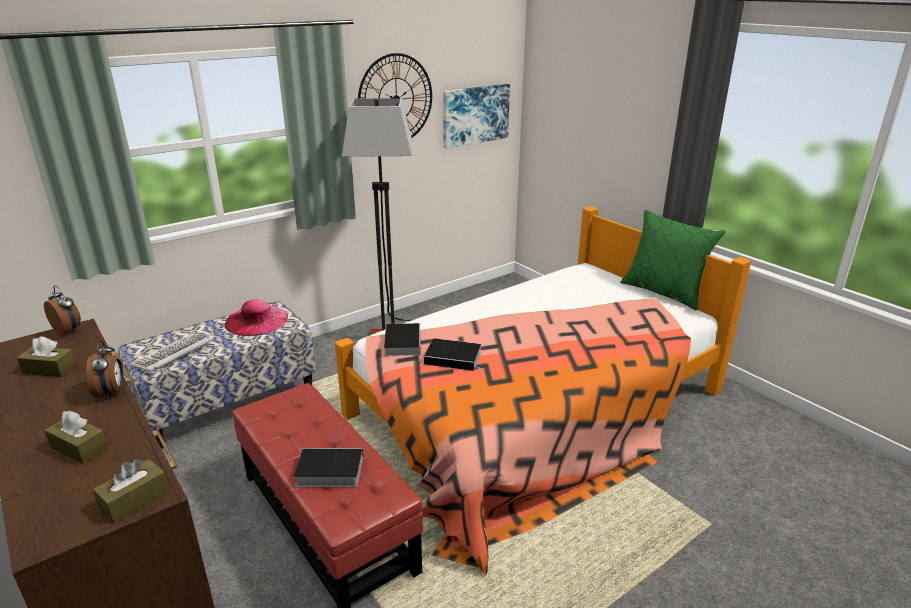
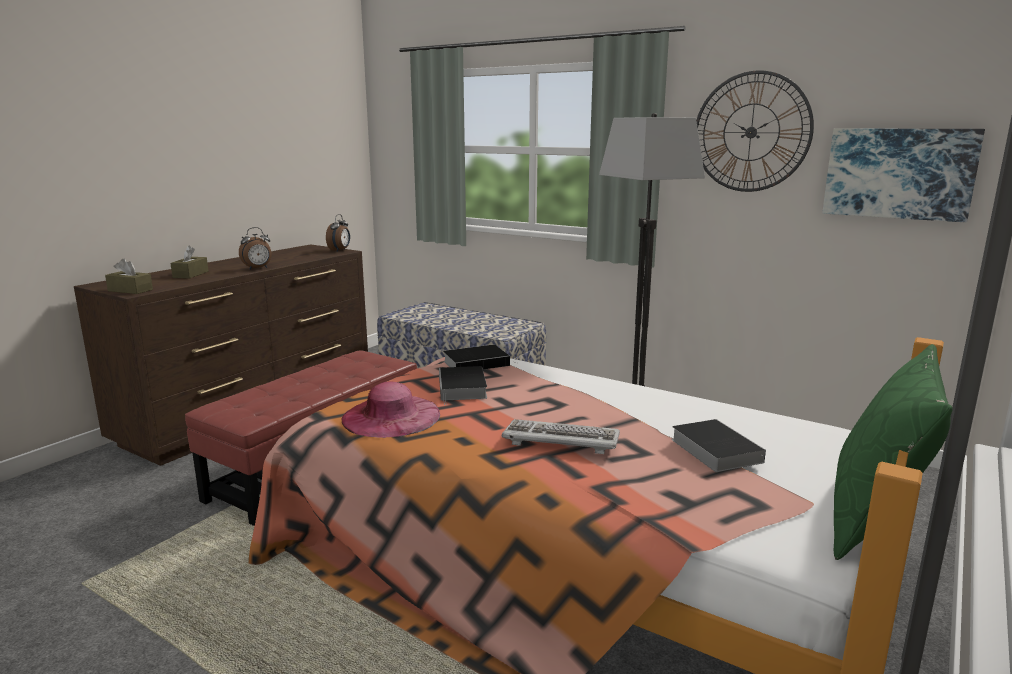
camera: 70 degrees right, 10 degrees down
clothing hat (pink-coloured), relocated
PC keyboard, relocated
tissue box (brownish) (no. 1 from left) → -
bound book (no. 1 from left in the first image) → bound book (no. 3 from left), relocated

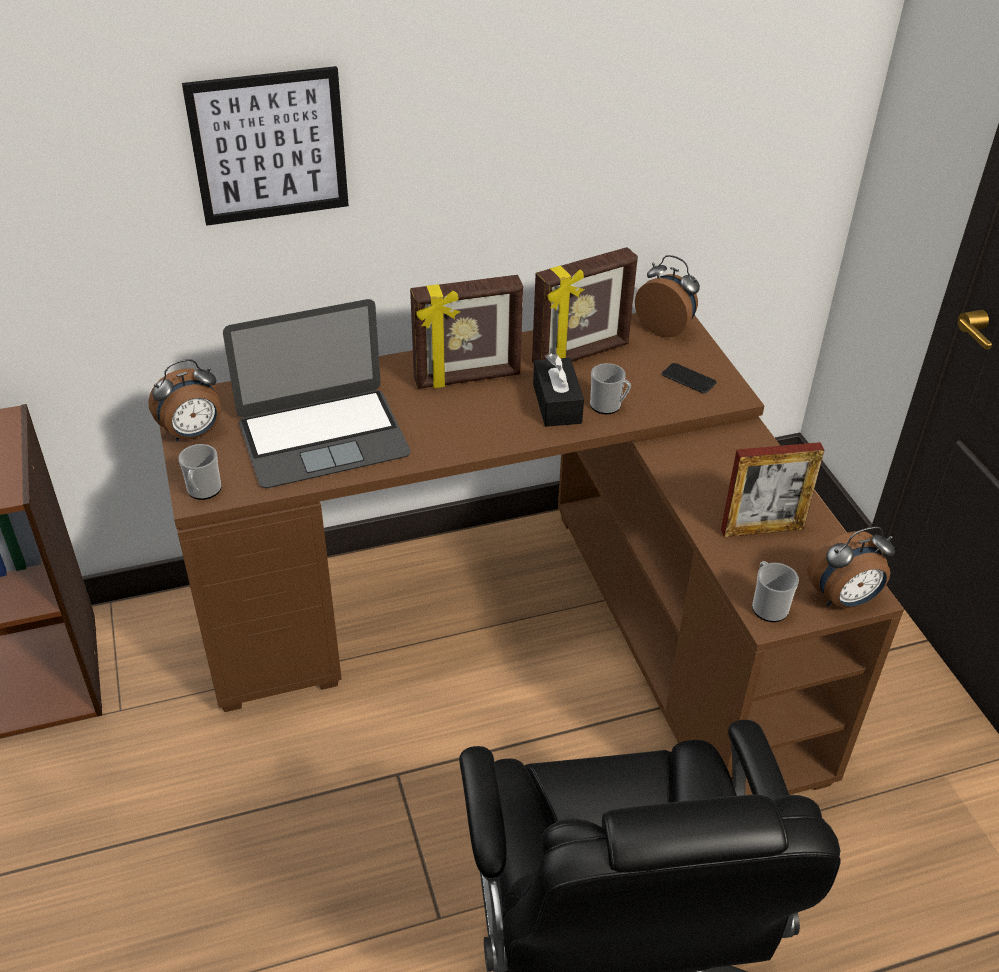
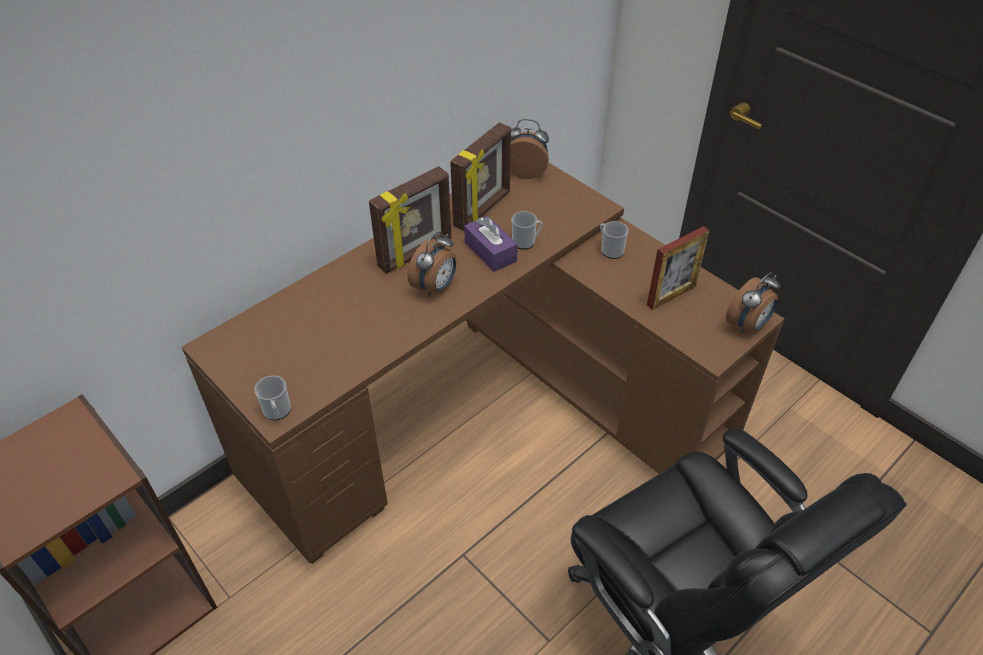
camera: 25 degrees left, 5 degrees up
wall art → -
portable computer → -
tissue box (black-coloured) → tissue box (purple-coloured)
bedside clock (no. 1 from left), relocated
handset → -
coffee mug (no. 3 from left), relocated

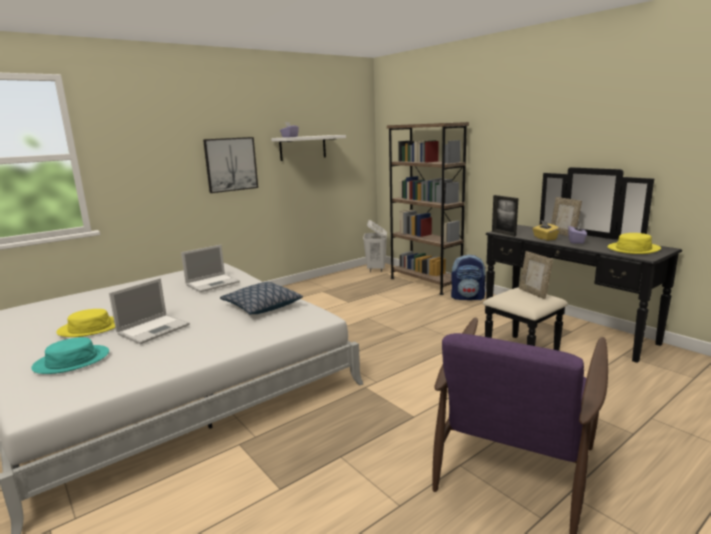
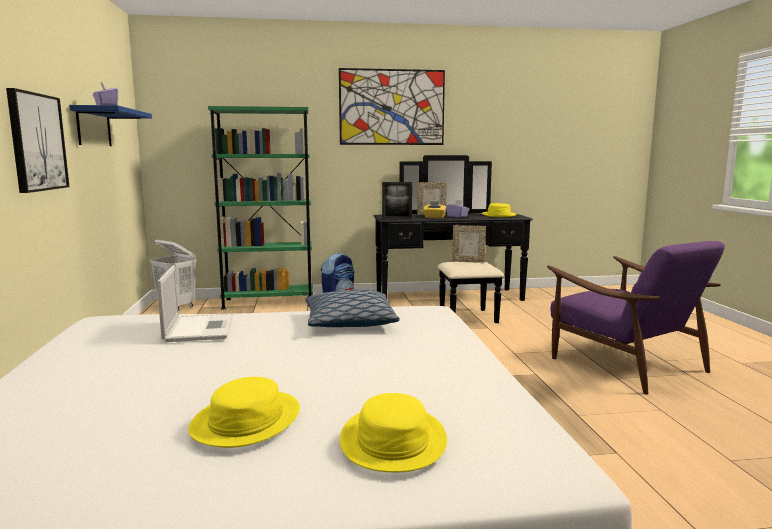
camera: 60 degrees left, 5 degrees down
bookcase (brownish) → bookcase (greenish)
wall shelf (white-coloured) → wall shelf (blue)
portable computer (no. 1 from left) → -
clothing hat (turquoise) → clothing hat (yellow) (no. 2 from left)
- → wall art (no. 2 from left)

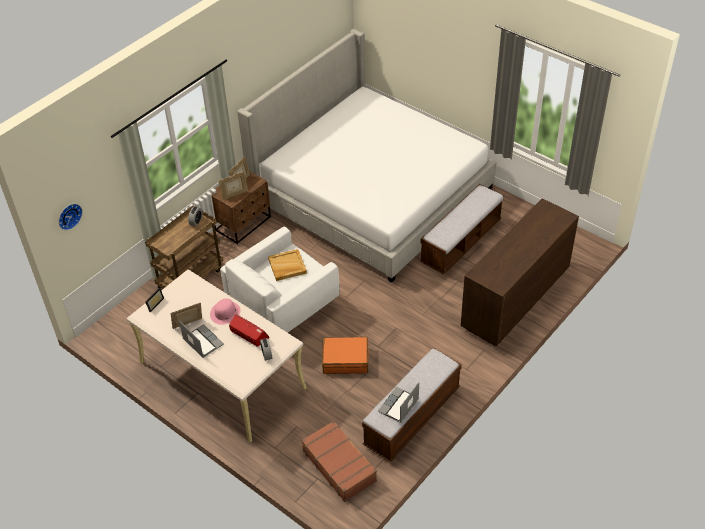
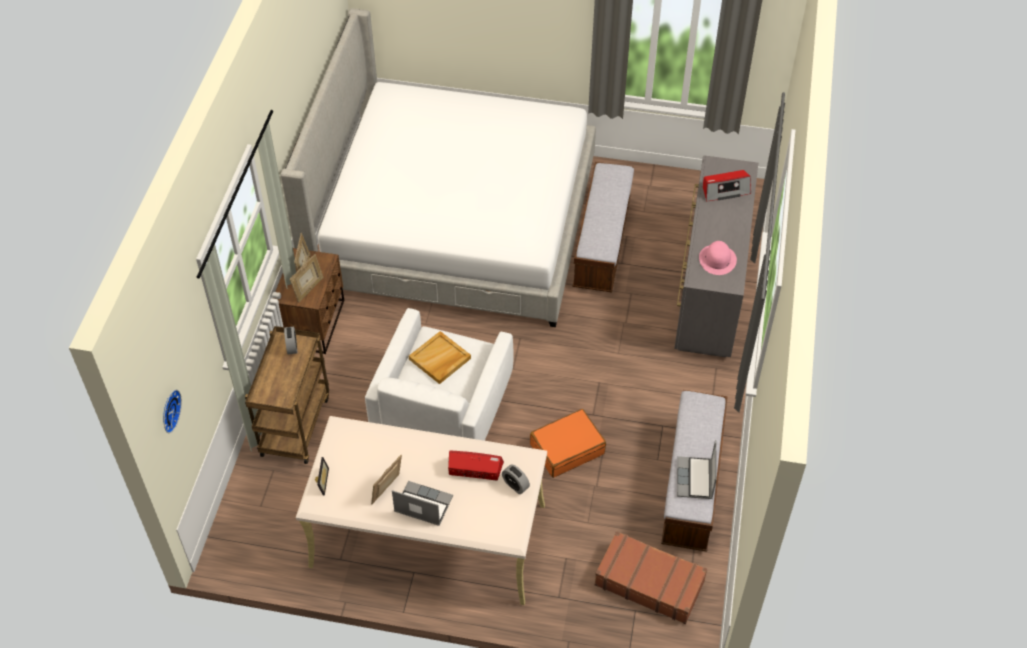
camera: 30 degrees left, 5 degrees up
dresser (brownish) → dresser (greyish)
clothing hat (pink-coloured), relocated
- → radio set (no. 2 from left)

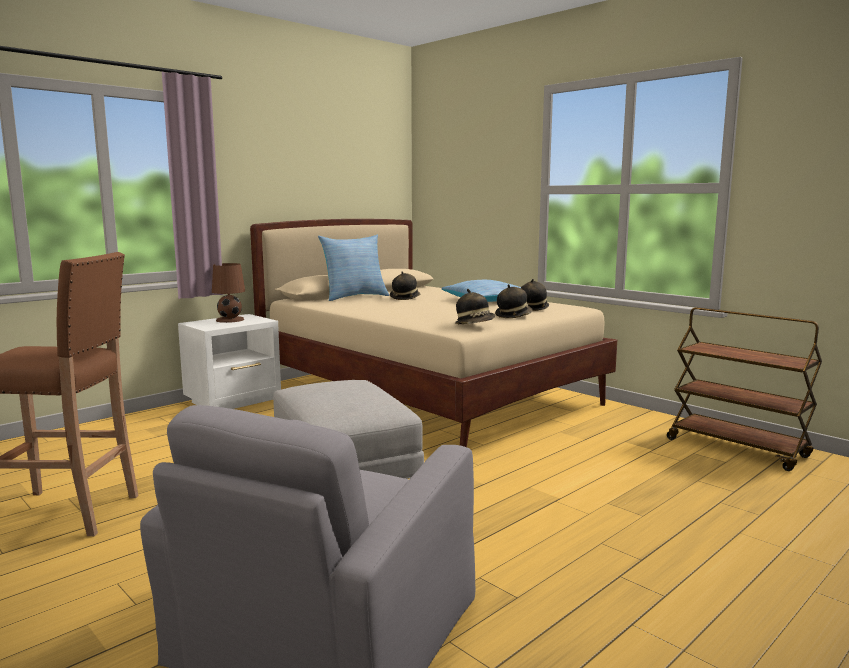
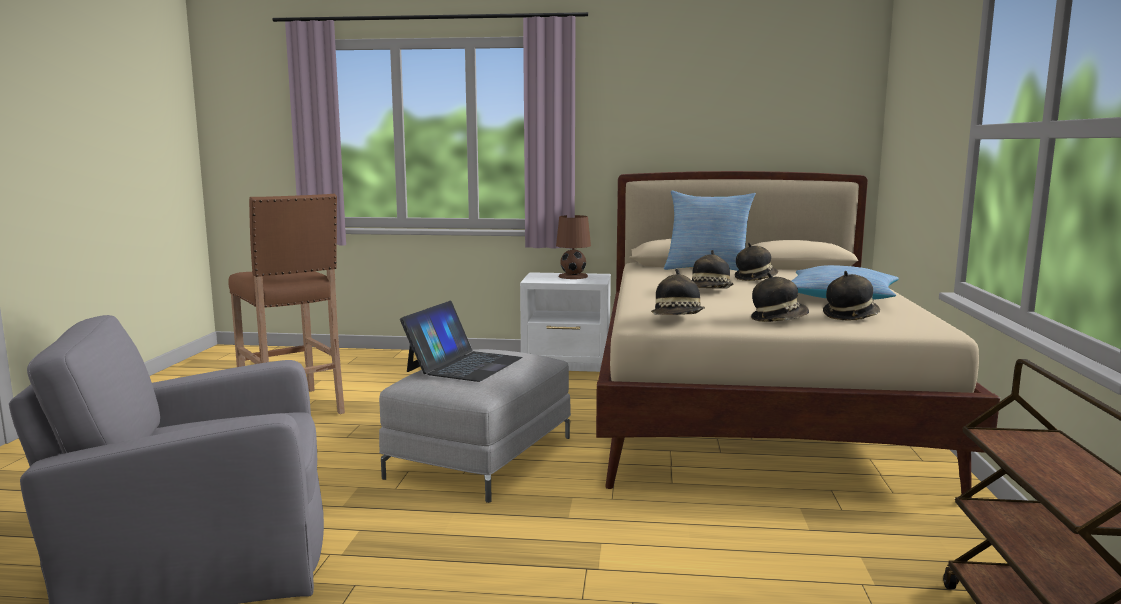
camera: 50 degrees right, 0 degrees up
- → clothing hat (no. 2 from left)
- → portable computer

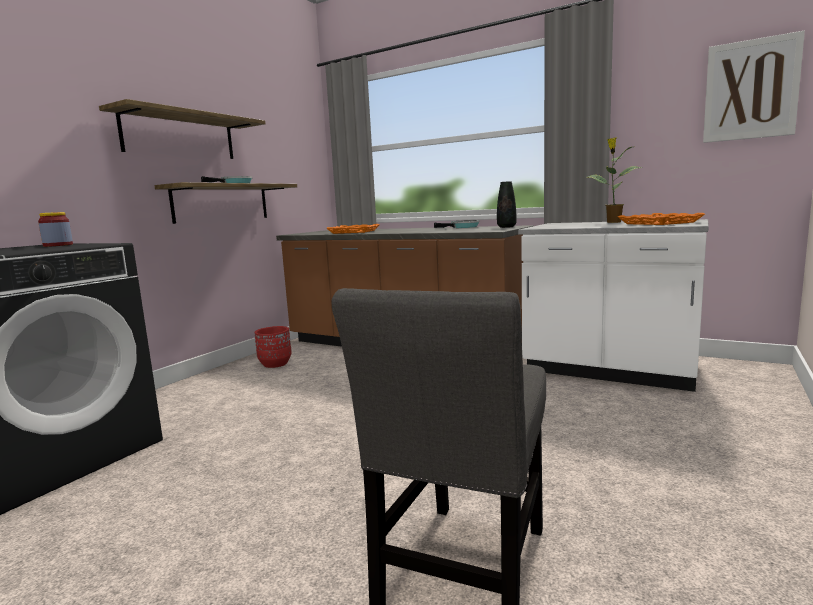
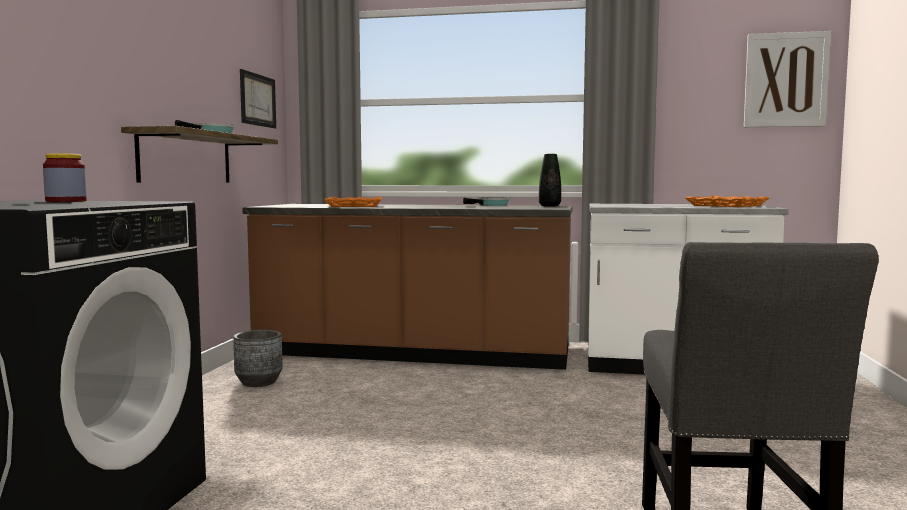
camera: 20 degrees left, 5 degrees down
wall shelf (no. 1 from left) → -
potted plant → -
planter (red) → planter (greyish)
- → wall art (no. 1 from left)

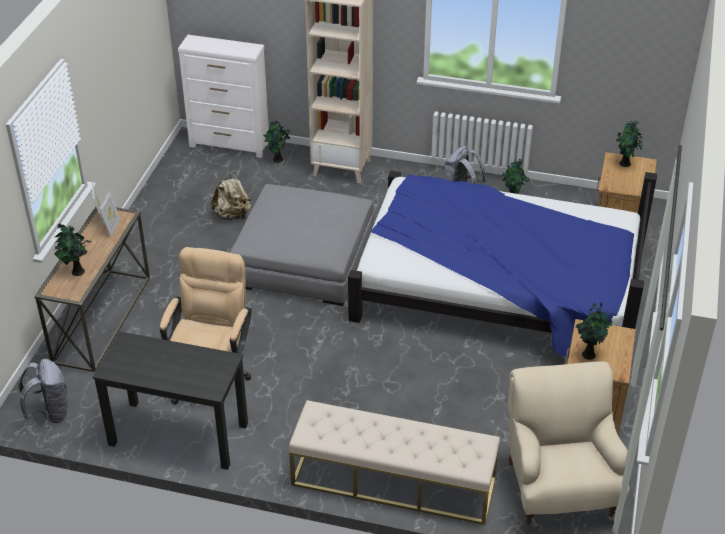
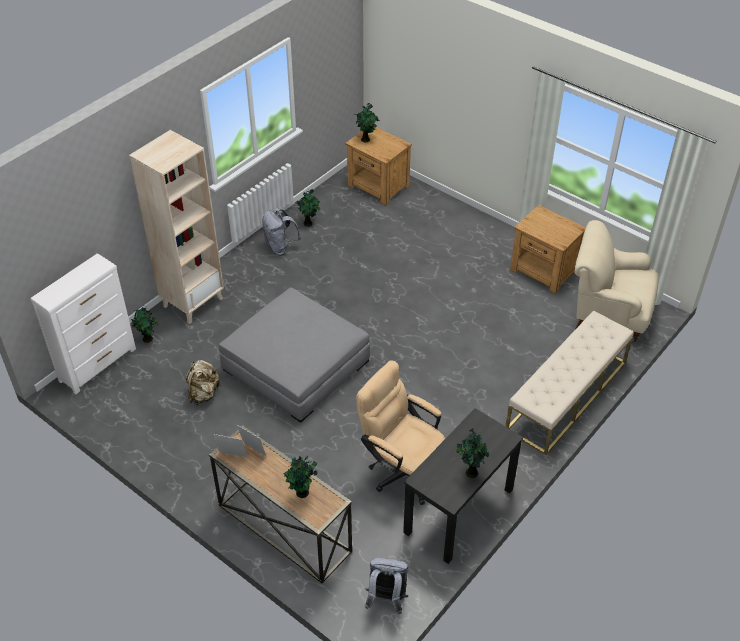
camera: 65 degrees left, 5 degrees up
bed → -
potted plant (no. 4 from left in the first image) → potted plant (no. 5 from left), relocated

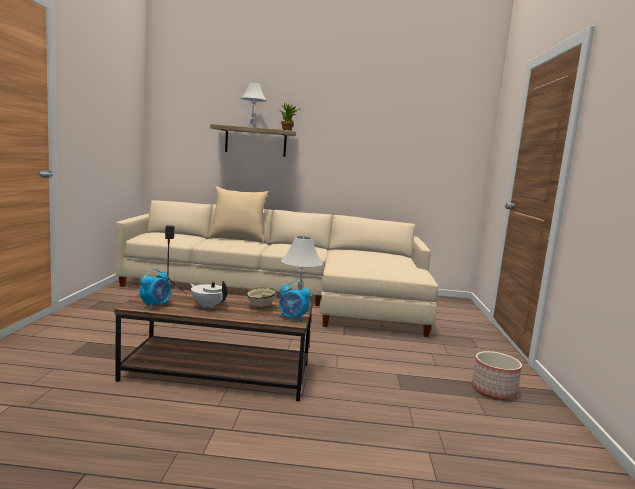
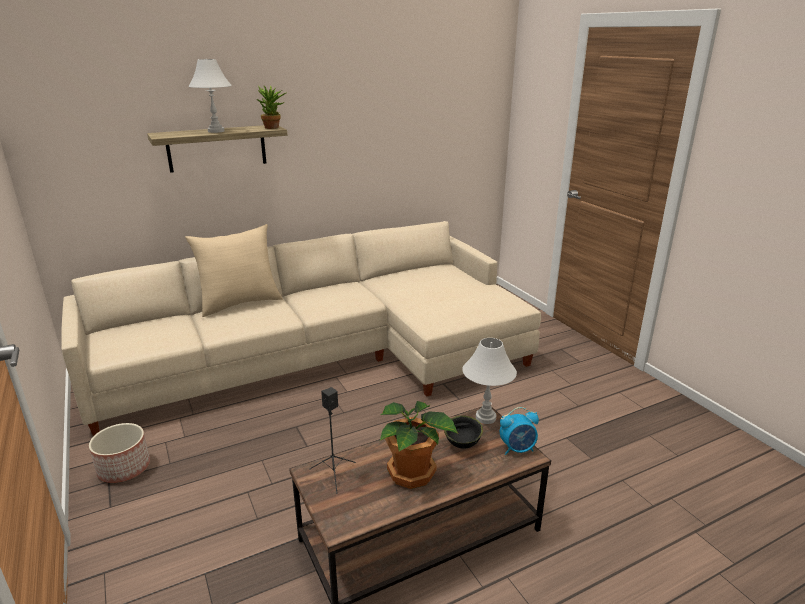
camera: 30 degrees left, 15 degrees up
bedside clock (no. 1 from left) → -
teapot (white-coloured) → potted plant (no. 2 from left)
bowl (beige) → bowl (black-coloured)
planter, relocated

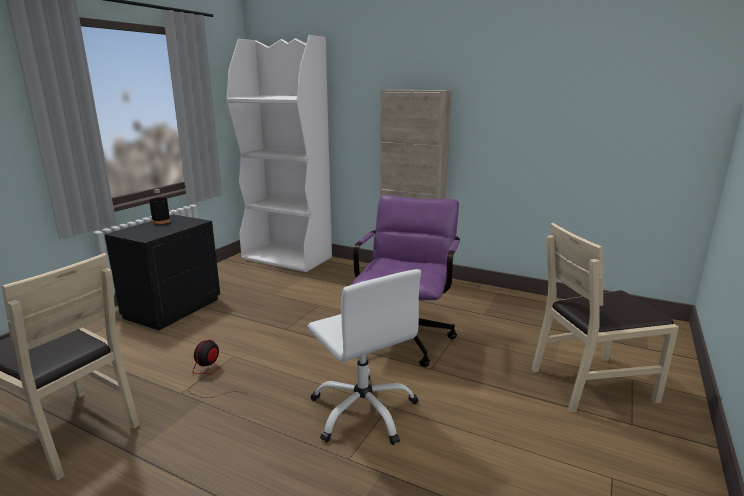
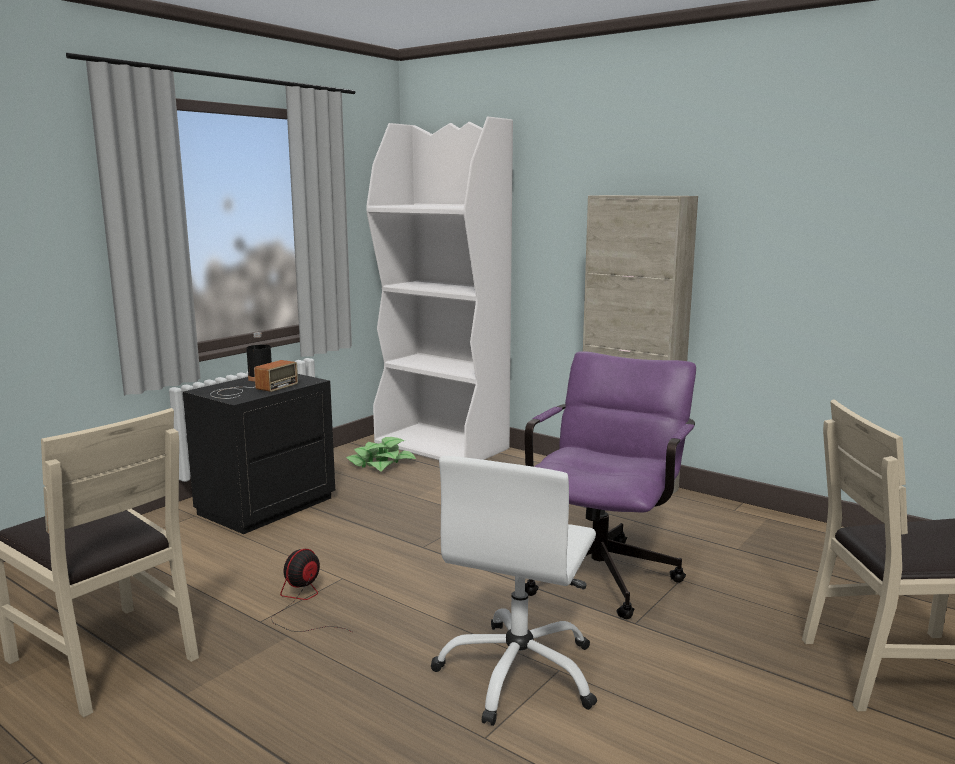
camera: 10 degrees right, 5 degrees down
office chair (white-coloured), 45 degrees clockwise
- → radio set
- → potted plant

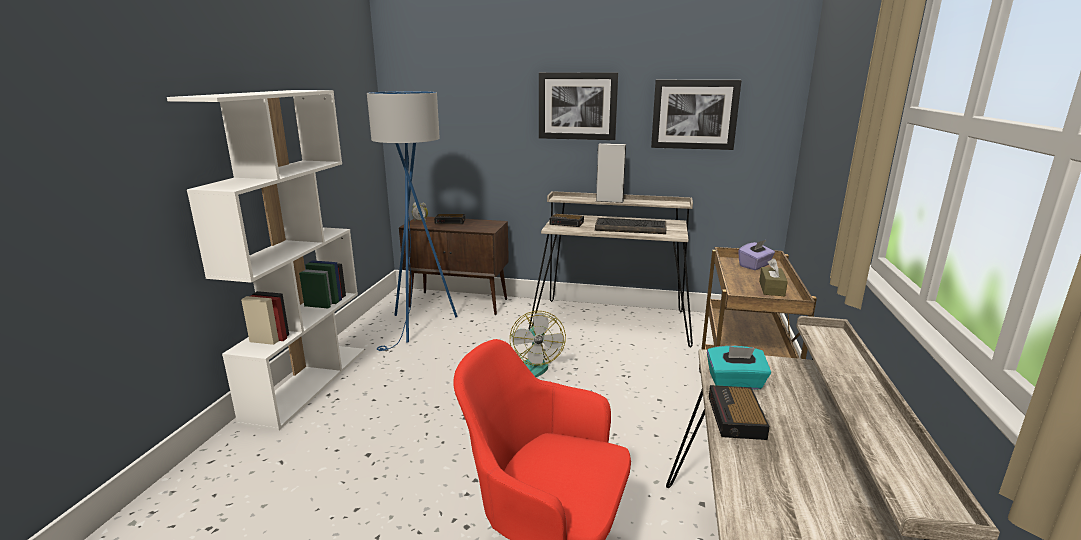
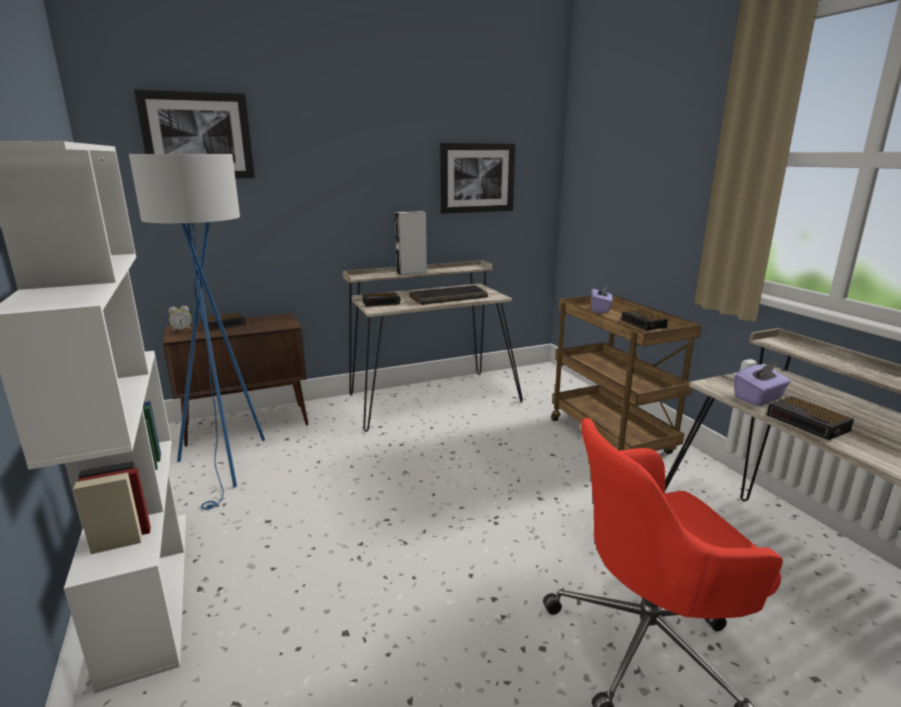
camera: 35 degrees left, 0 degrees up
wall art (no. 1 from left), relocated
tissue box (brownish) → bedside clock (no. 4 from left)
cooling fan → -
tissue box (turquoise) → tissue box (purple-coloured) (no. 2 from left)

